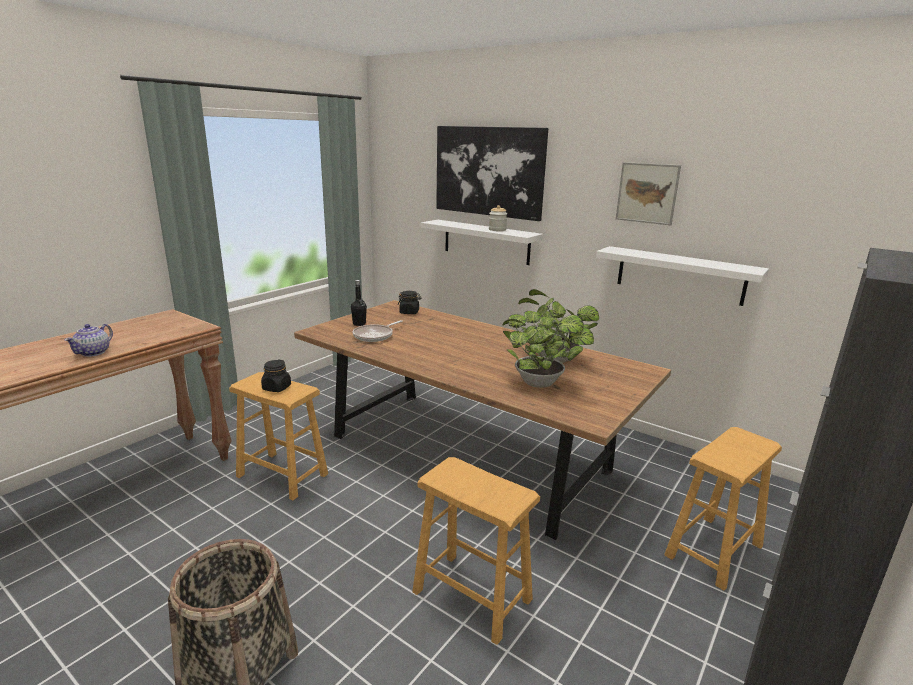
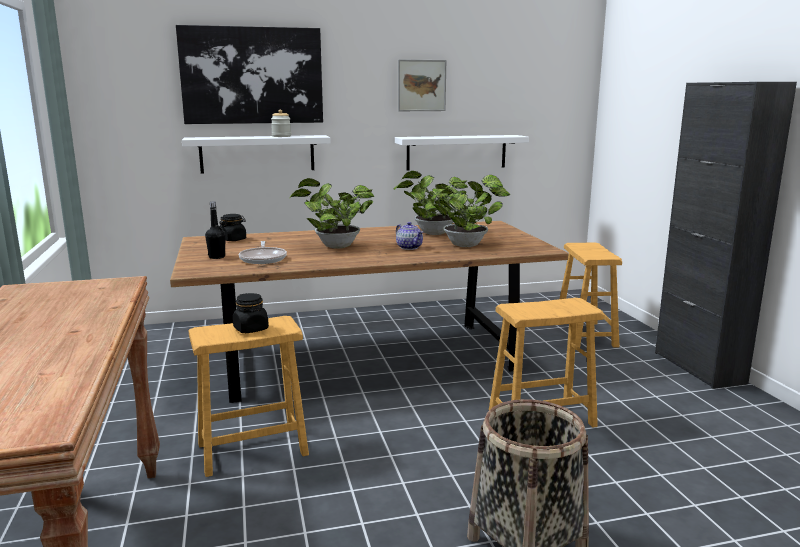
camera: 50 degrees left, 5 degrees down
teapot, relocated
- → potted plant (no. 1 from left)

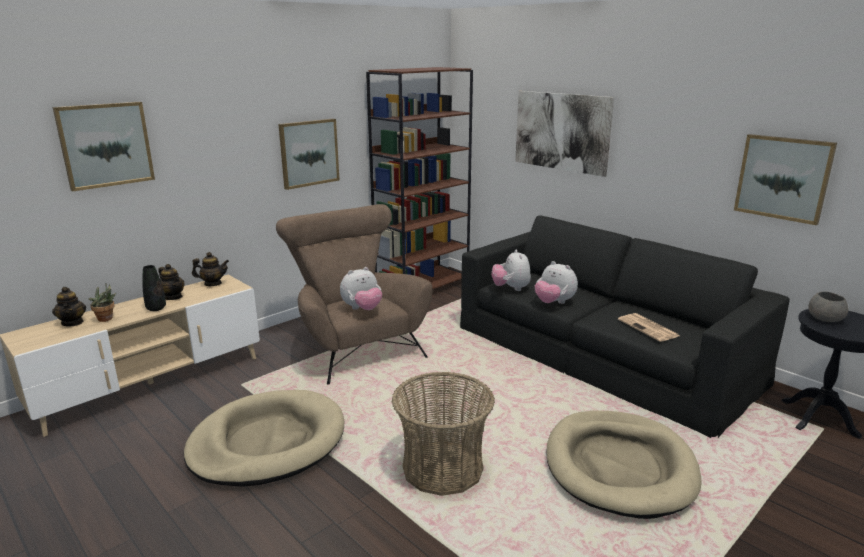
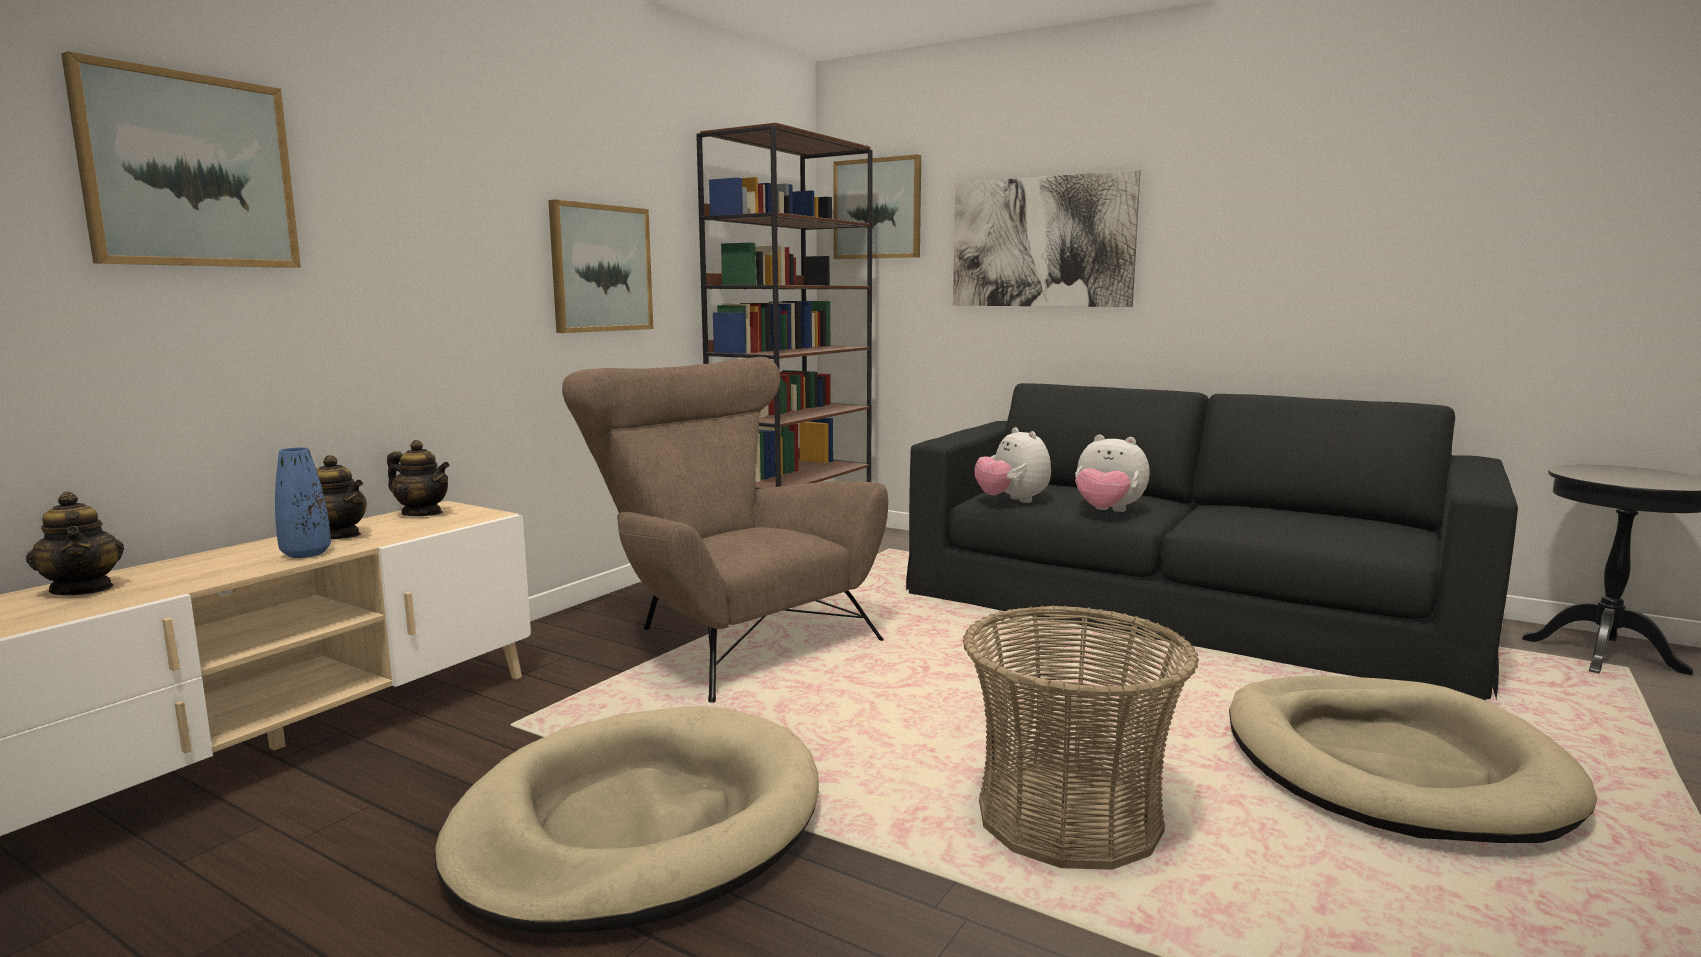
camera: 15 degrees left, 10 degrees down
wall art (no. 4 from left in the first image) → wall art (no. 3 from left), relocated
teapot (no. 3 from left), 45 degrees clockwise
flower vase (black-coloured) → flower vase (blue)
soft toy (no. 1 from left) → -
potted plant → -
bowl (greyish) → -
printed paper → -

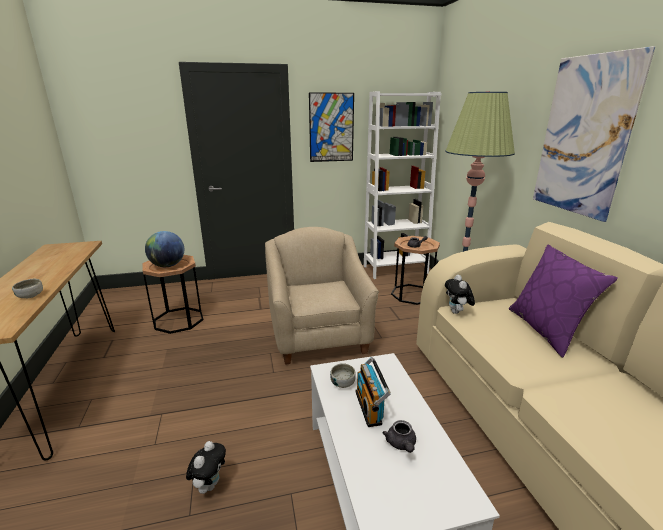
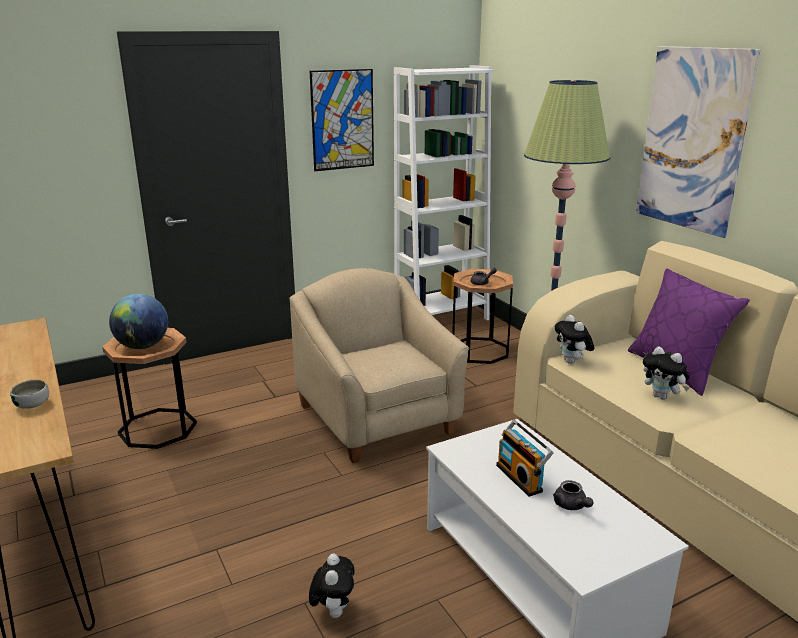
camera: 15 degrees left, 0 degrees up
bowl (no. 2 from left) → -
- → soft toy (no. 3 from left)

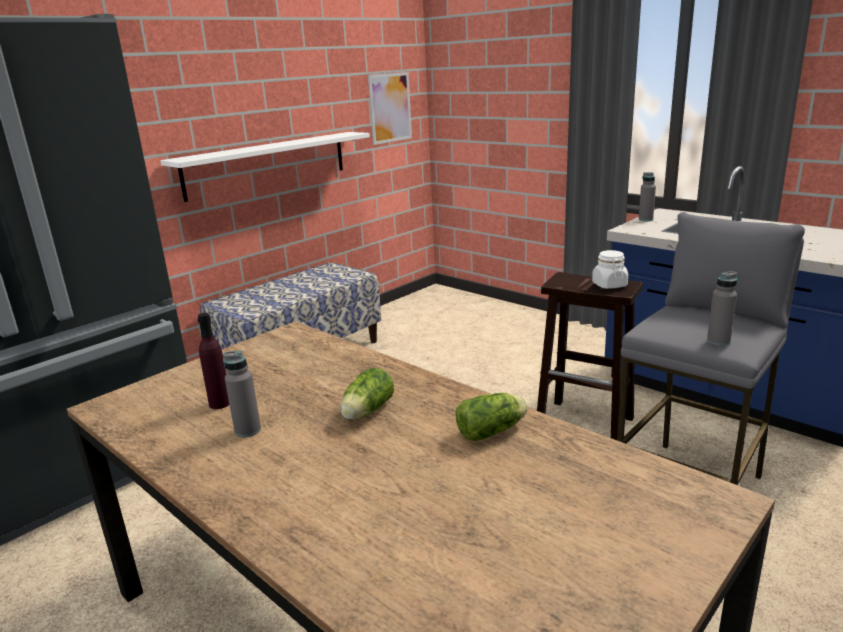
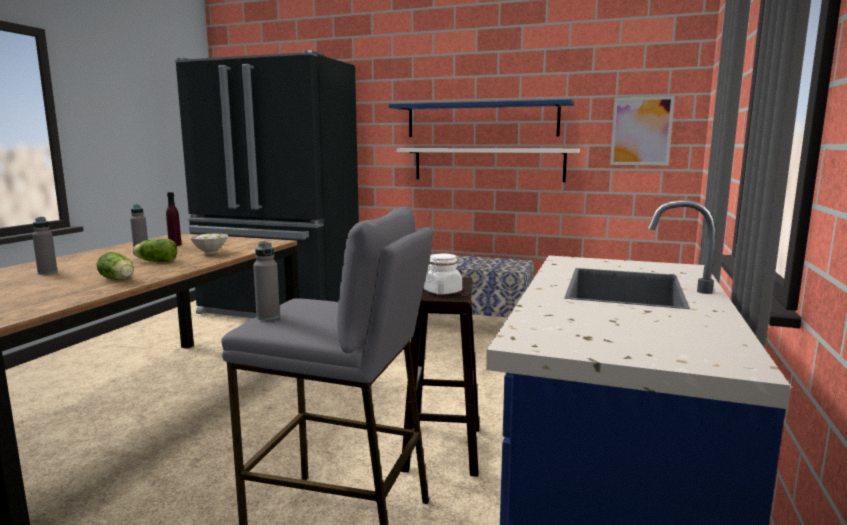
camera: 65 degrees right, 10 degrees down
beverage bottle (greyish) (no. 2 from left in the first image) → beverage bottle (greyish) (no. 1 from left), relocated
- → wall shelf (blue)
- → bowl (white-coloured)

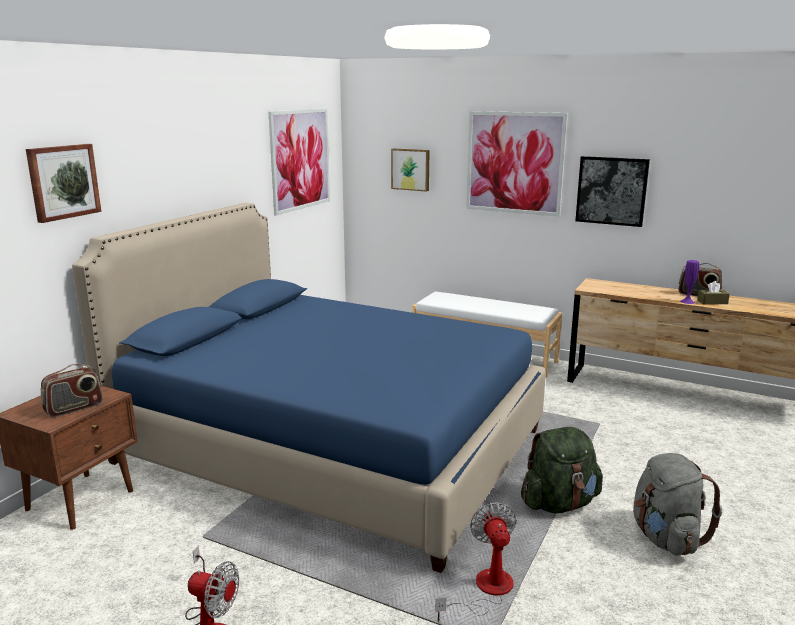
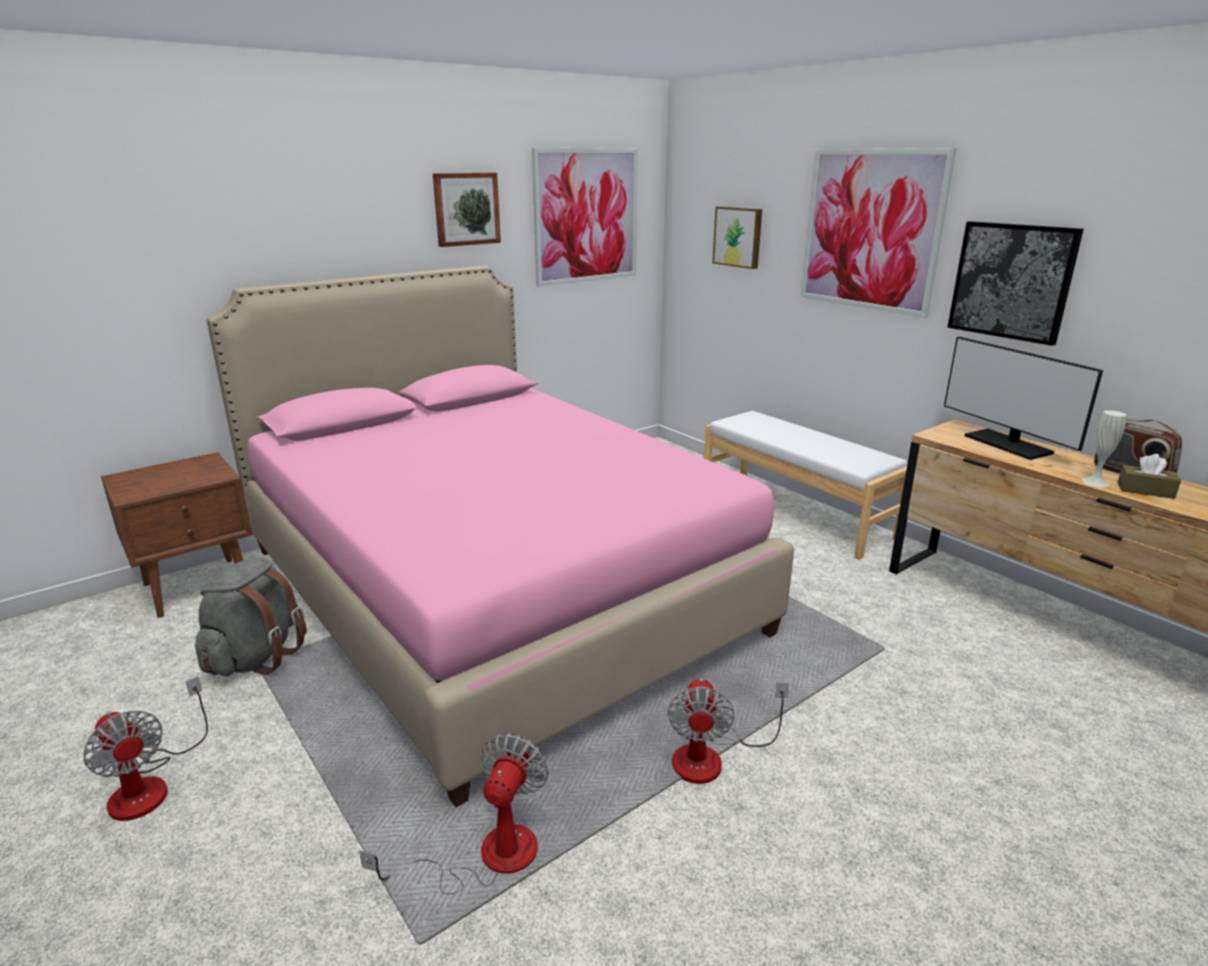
camera: 25 degrees right, 5 degrees up
wall art (no. 1 from left), relocated
bed (blue) → bed (pink-coloured)
flower vase (purple-coloured) → flower vase (white-coloured)
radio set (no. 1 from left) → -
knapsack (greenish) → cooling fan (no. 3 from left)
knapsack (greyish), relocated
- → monitor

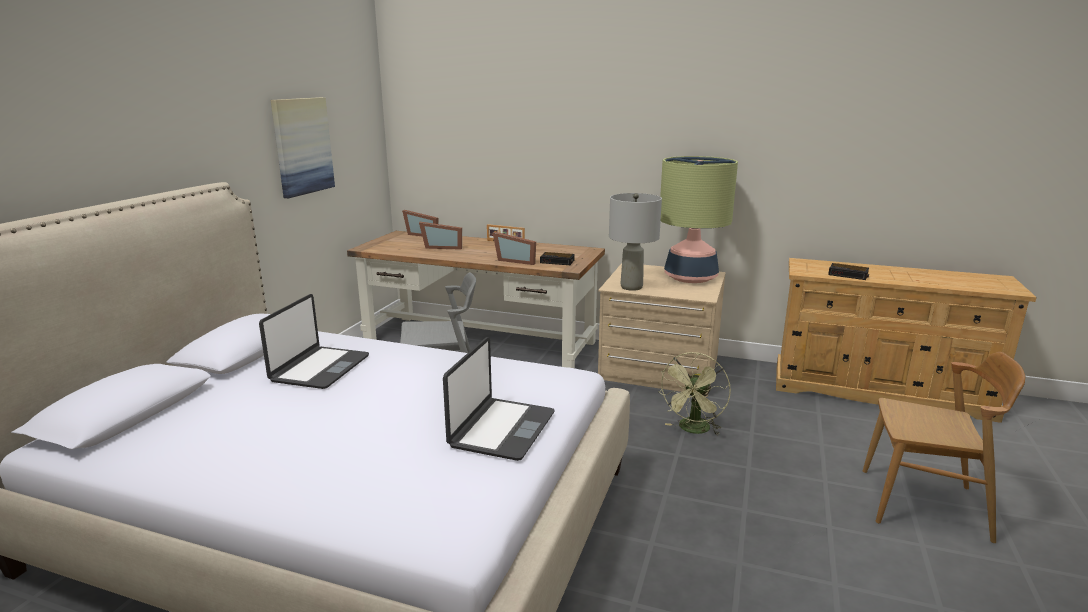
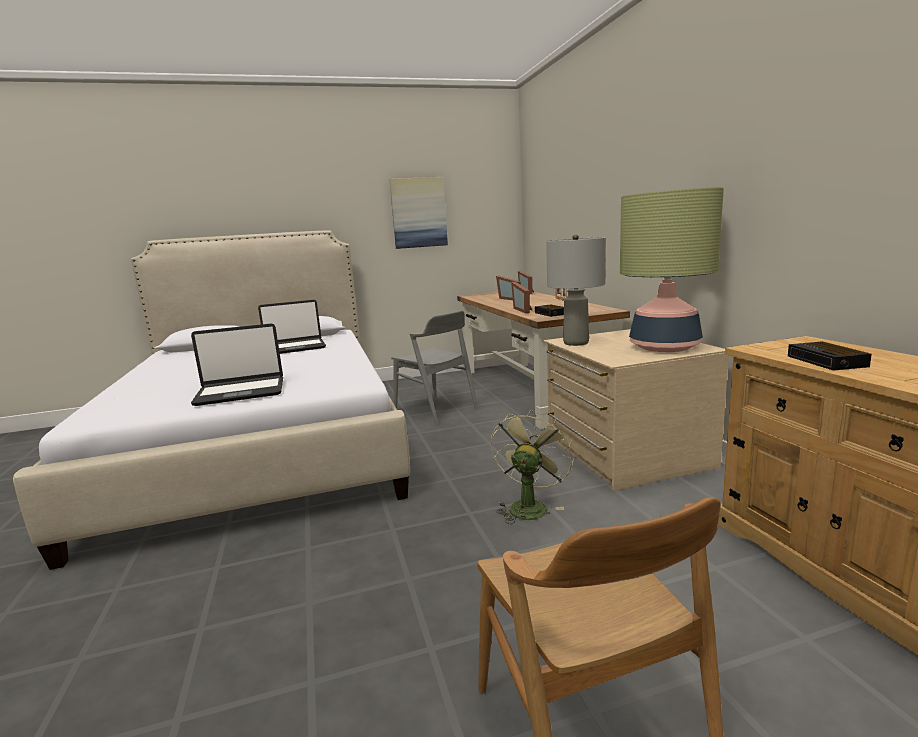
camera: 55 degrees right, 5 degrees down
cooling fan (greenish), 120 degrees clockwise

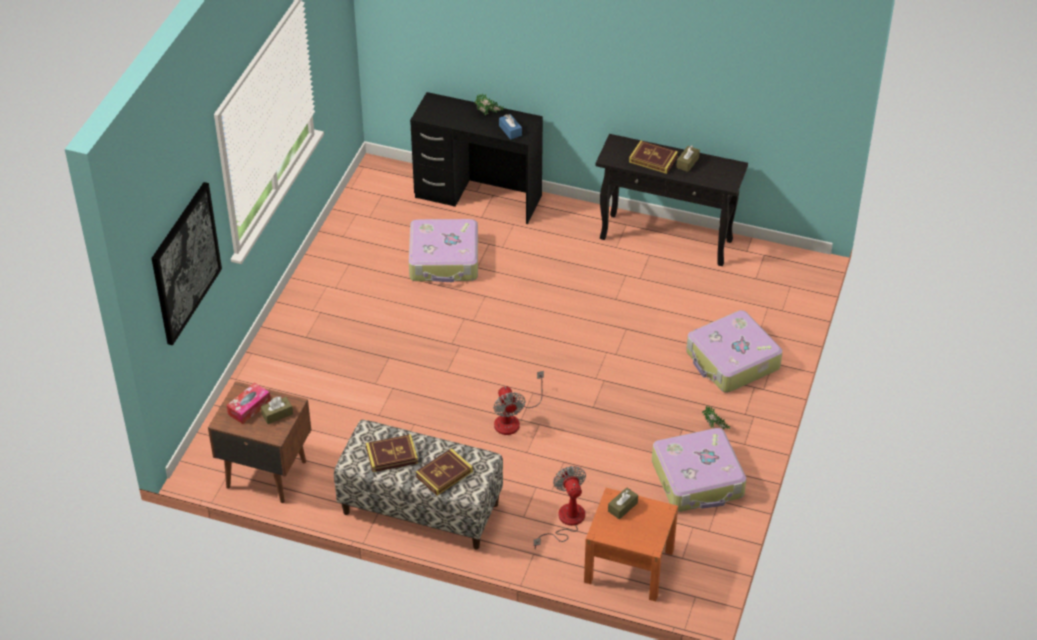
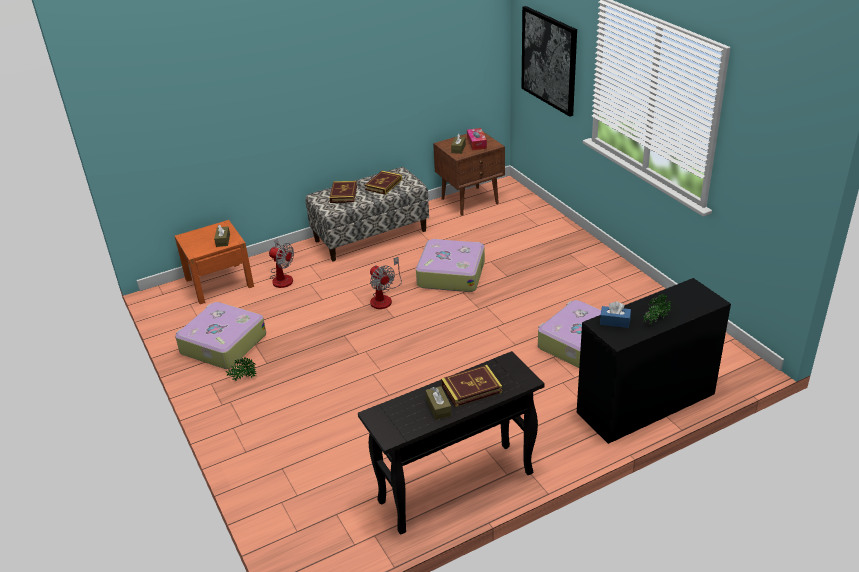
camera: 135 degrees right, 10 degrees down
suitcase (no. 3 from left in the first image) → suitcase (no. 2 from left), relocated
cooling fan (no. 1 from left in the first image) → cooling fan (no. 2 from left), 150 degrees counterclockwise

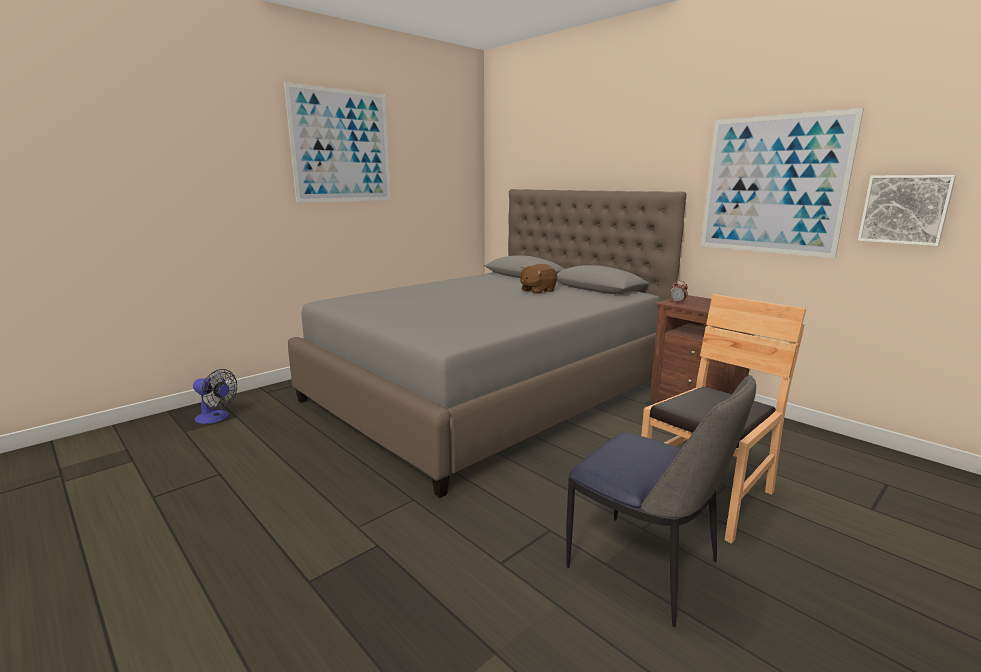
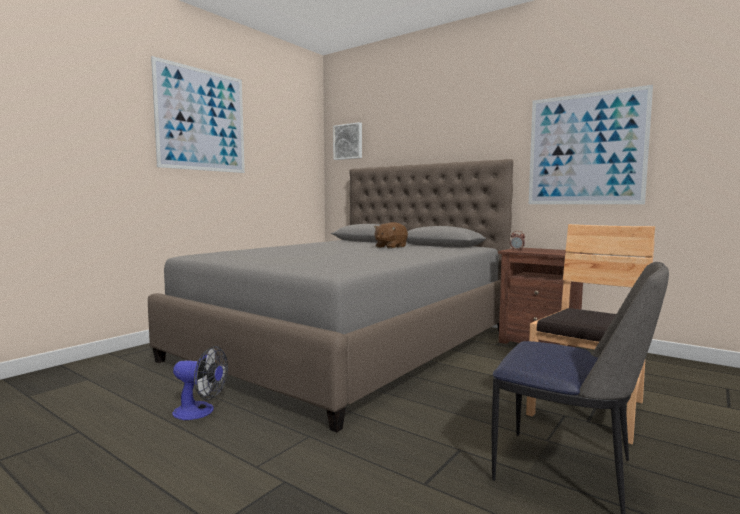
camera: 10 degrees left, 10 degrees down
wall art (no. 3 from left in the first image) → wall art (no. 2 from left), relocated
cooling fan, relocated

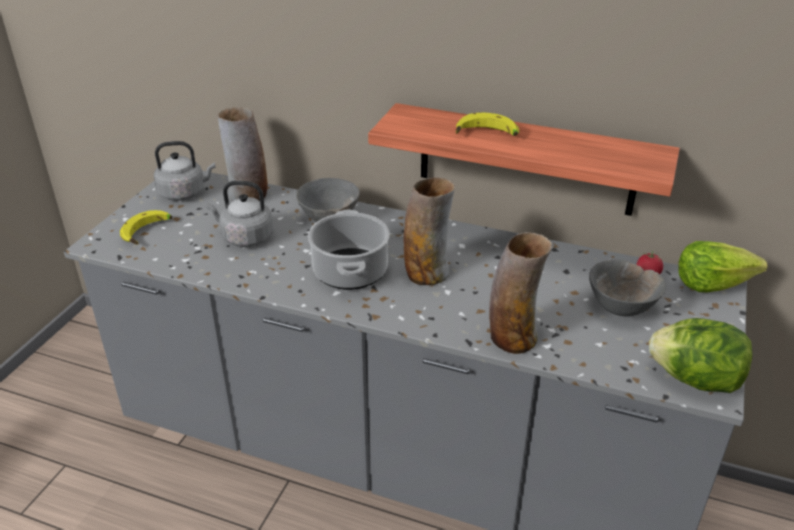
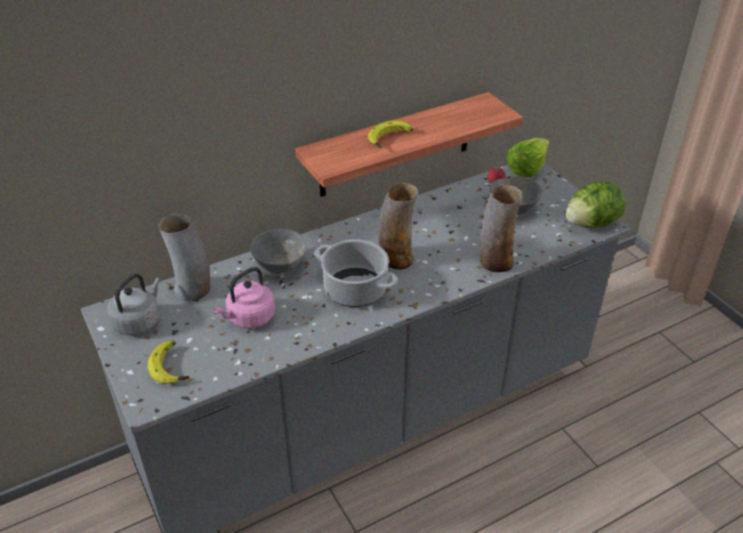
camera: 50 degrees left, 5 degrees up
tea kettle (greyish) (no. 2 from left) → tea kettle (pink-coloured)

